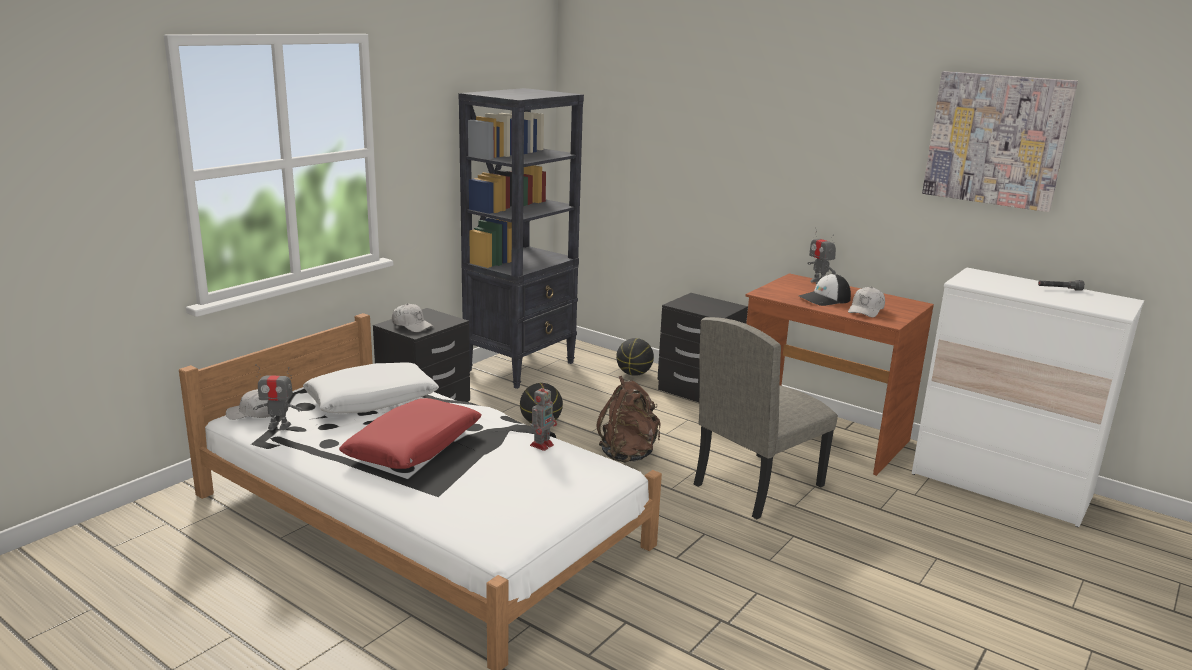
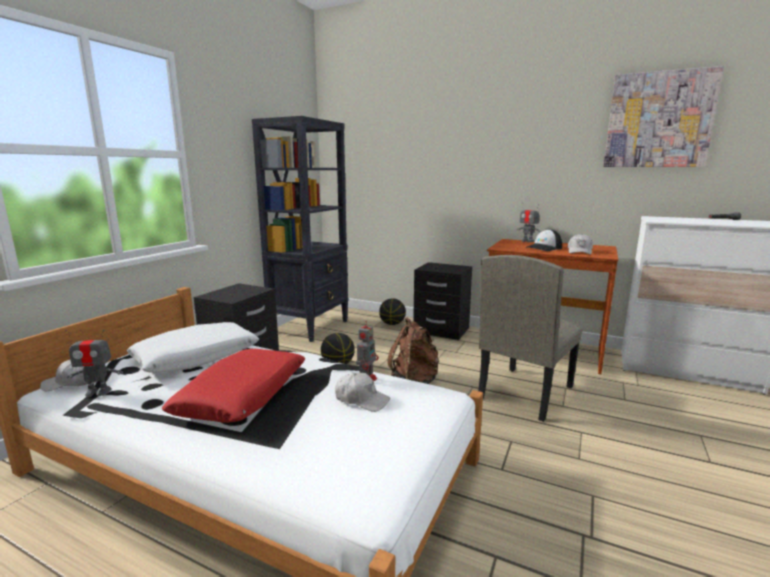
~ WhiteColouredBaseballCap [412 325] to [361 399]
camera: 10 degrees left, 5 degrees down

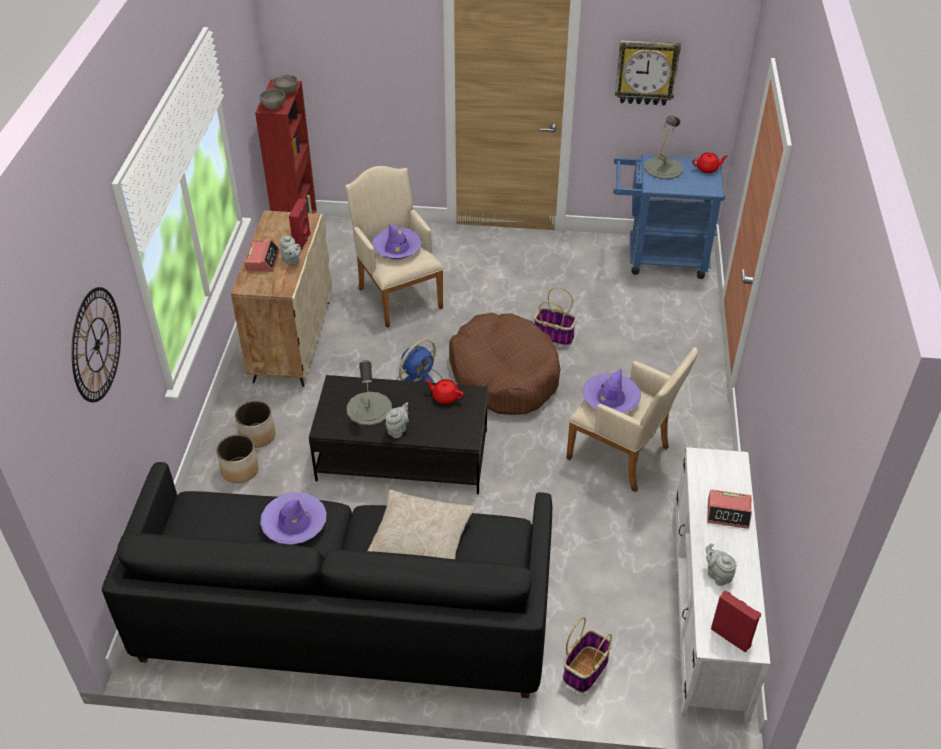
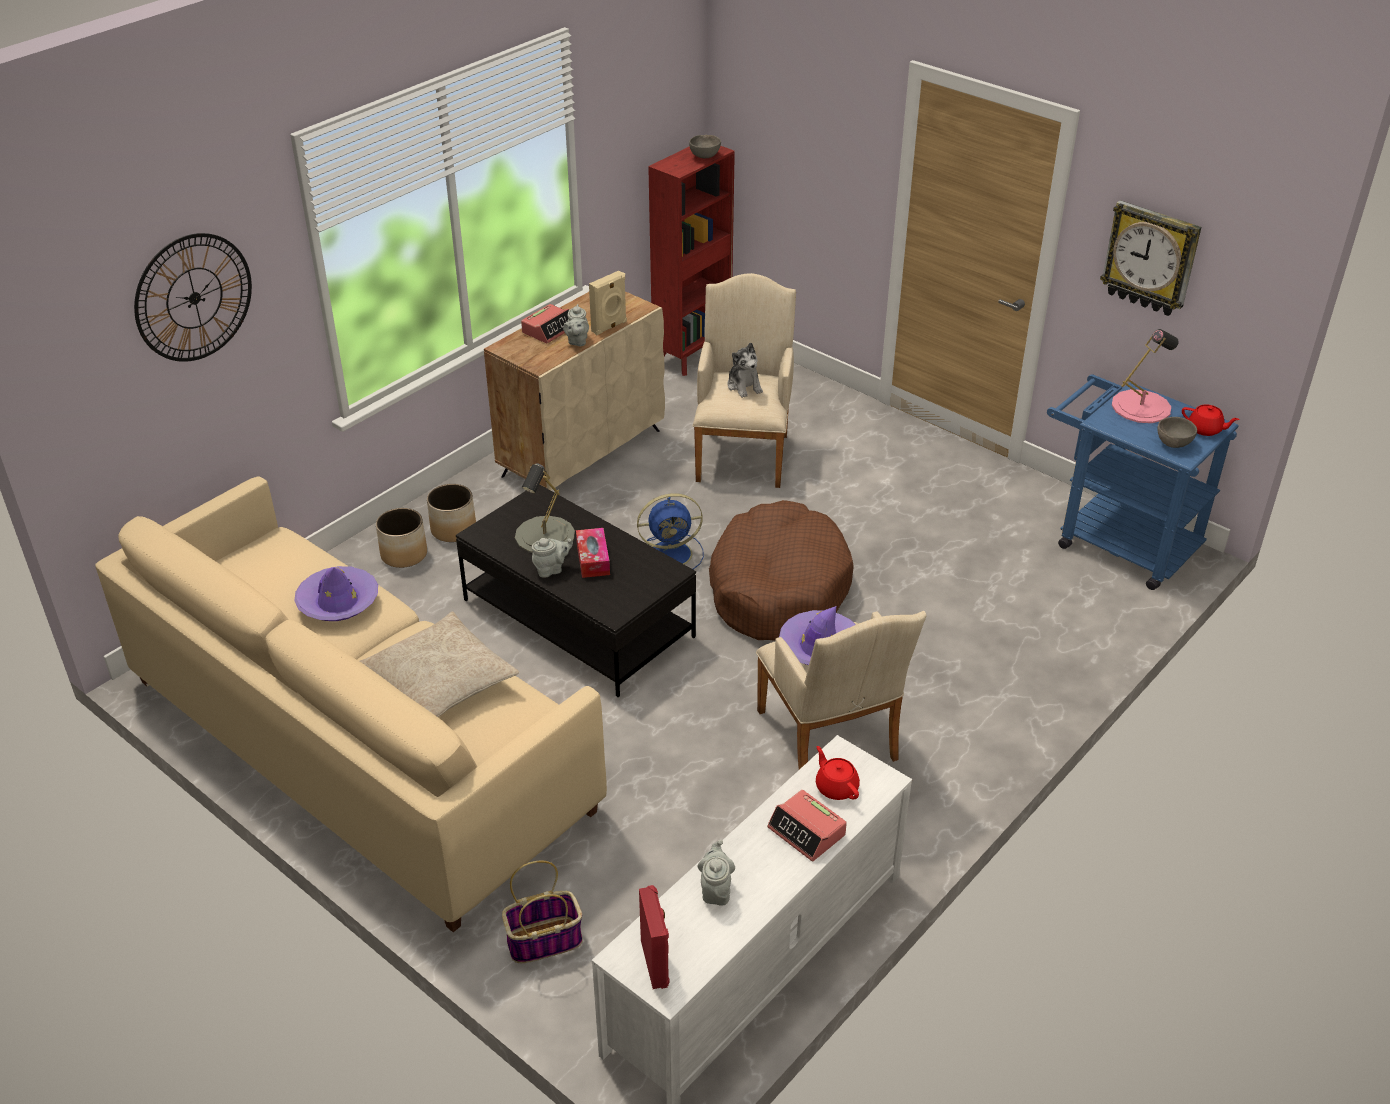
- Basket [555 335]
+ TissueBox [593 559]
~ GreyServingBowl [273 106] to [1173 443]
~ RedColouredTeaPot [445 397] to [836 787]
~ PurpleColouredClothingHat [397 248] to CuddlyToy [744 386]
~ BlackColouredSofa [344 616] to BeigeColouredSofa [358 744]
~ RedColouredAudioSpeaker [303 242] to BeigeColouredAudioSpeaker [610 327]
~ GreyTabletopLamp [663 168] to PinkTabletopLamp [1141 406]
camera: 35 degrees right, 5 degrees down

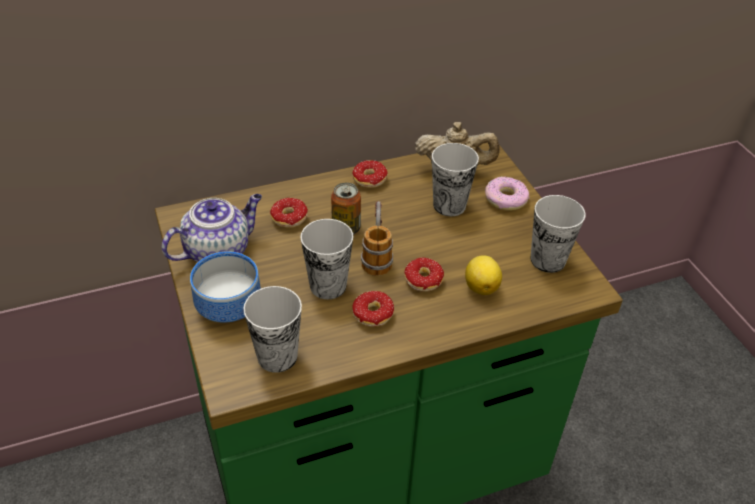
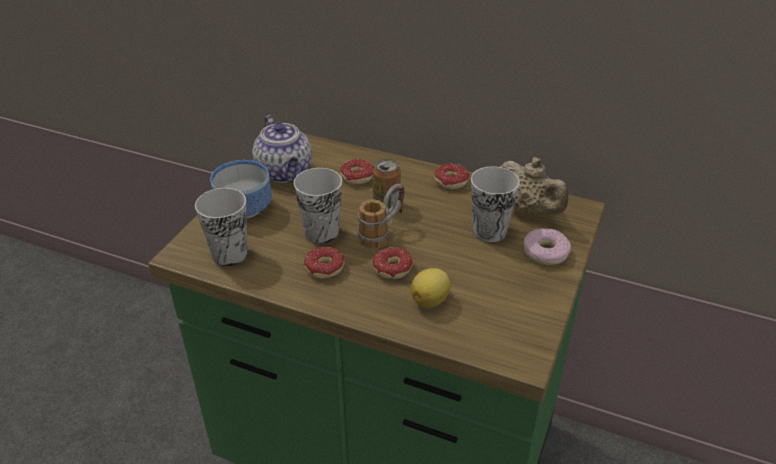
- Cup [547 260]
~ TeaPot [218 251] = [285 173] 60 degrees clockwise
camera: 45 degrees right, 5 degrees down

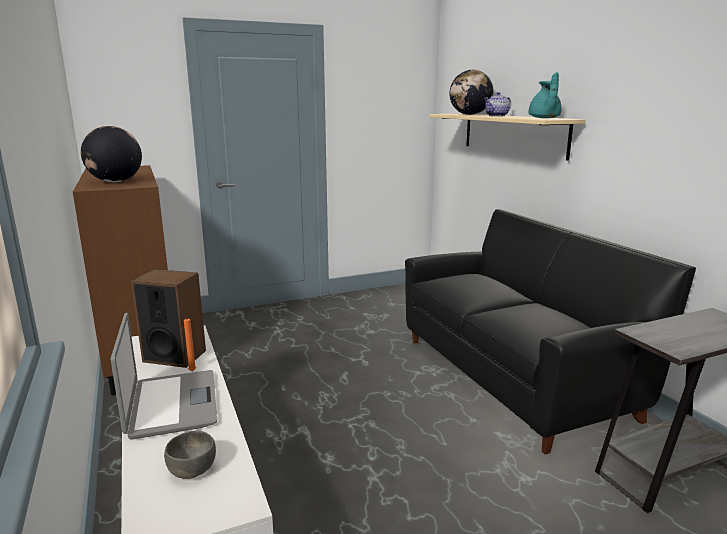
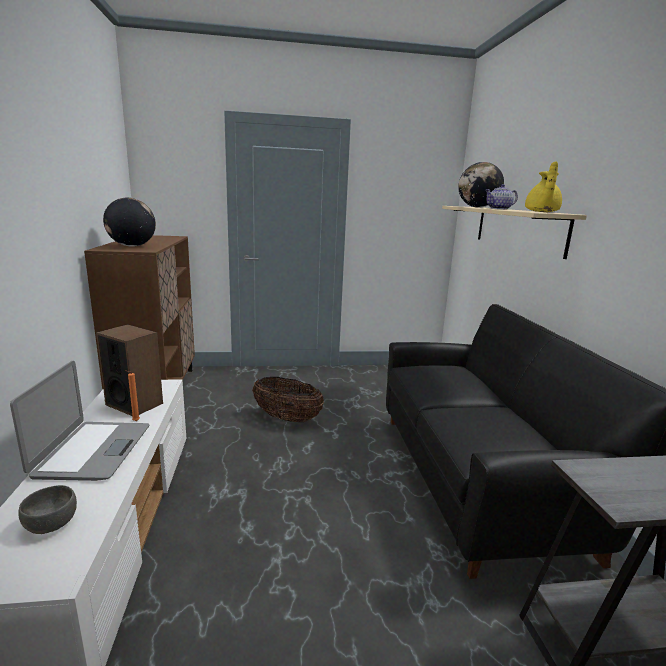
+ Basket [287 418]
~ TurquoiseTeaPot [544 118] to YellowTeaPot [541 212]
camera: 15 degrees right, 0 degrees up

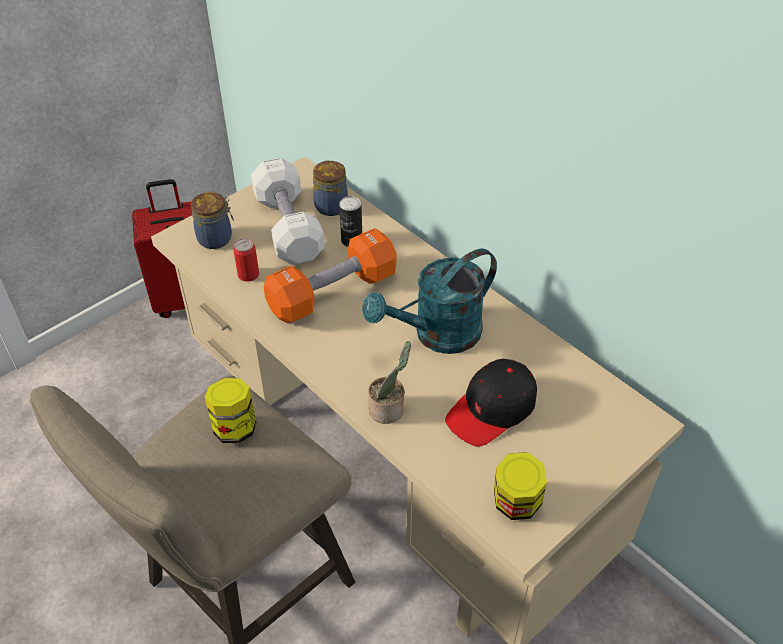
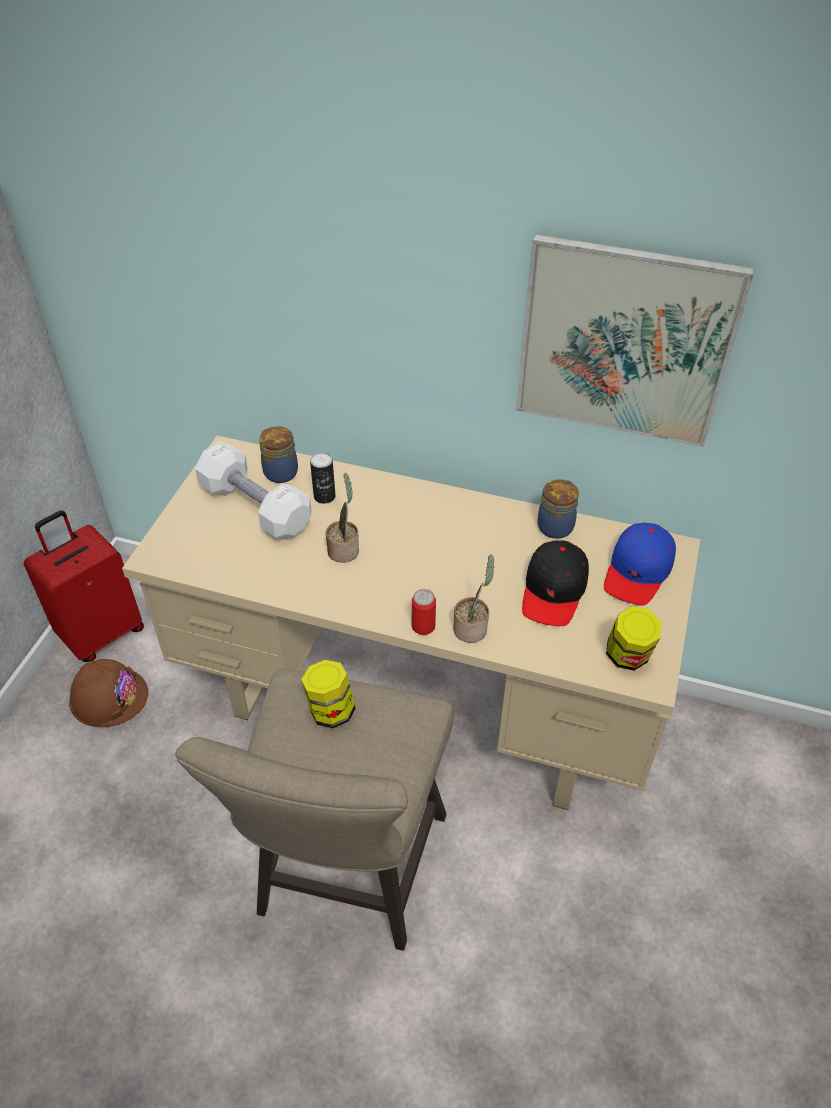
- TurquoiseWateringPot [437 335]
+ BrownColouredWorkHelmet [108 697]
+ Picture [624 342]
+ BlueColouredBaseballCap [638 571]
~ PreserveJar [216 238] to [556 526]
~ SealedCan [248 275] to [423 626]
~ OrangeDumbbell [332 292] to PottedPlant [344 549]
camera: 30 degrees left, 0 degrees up

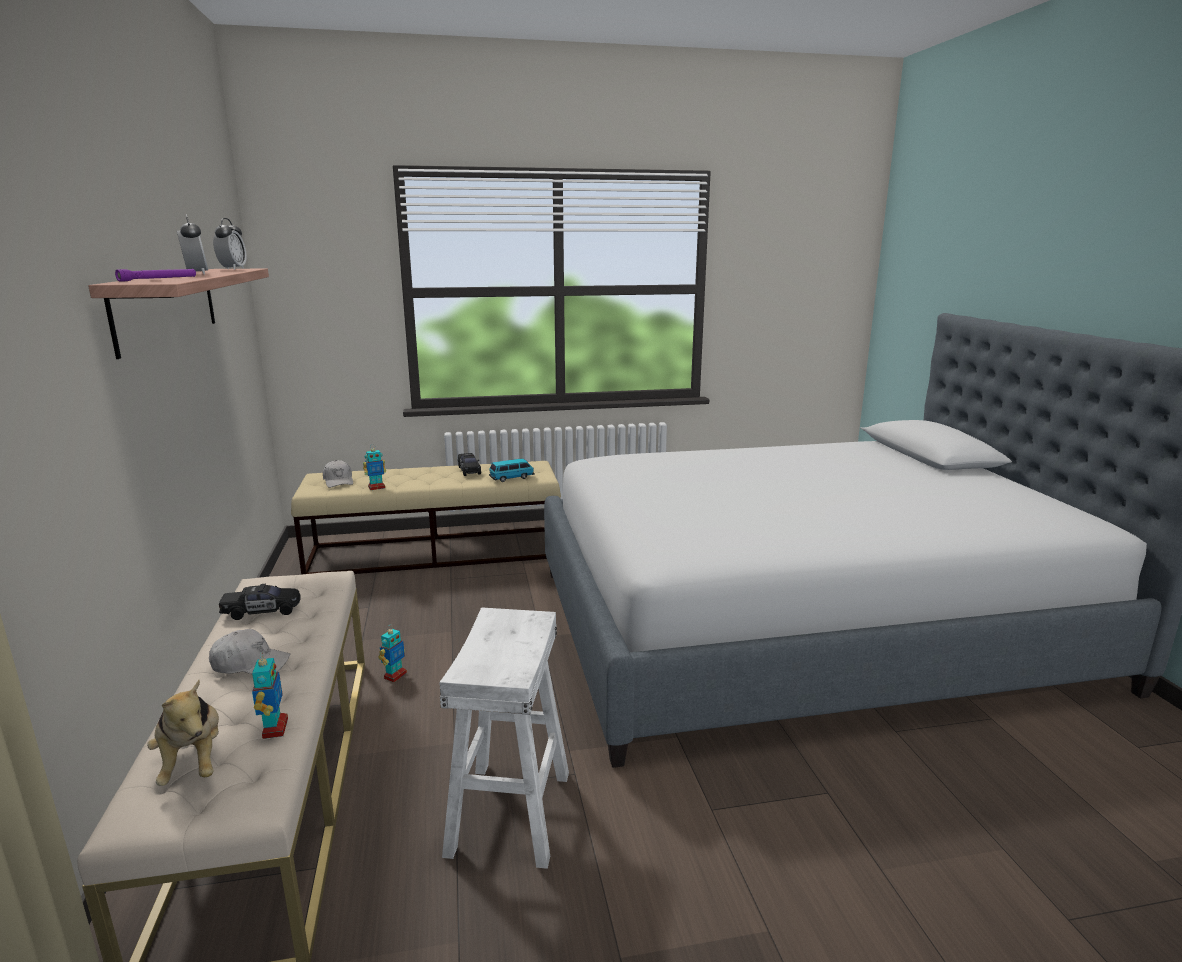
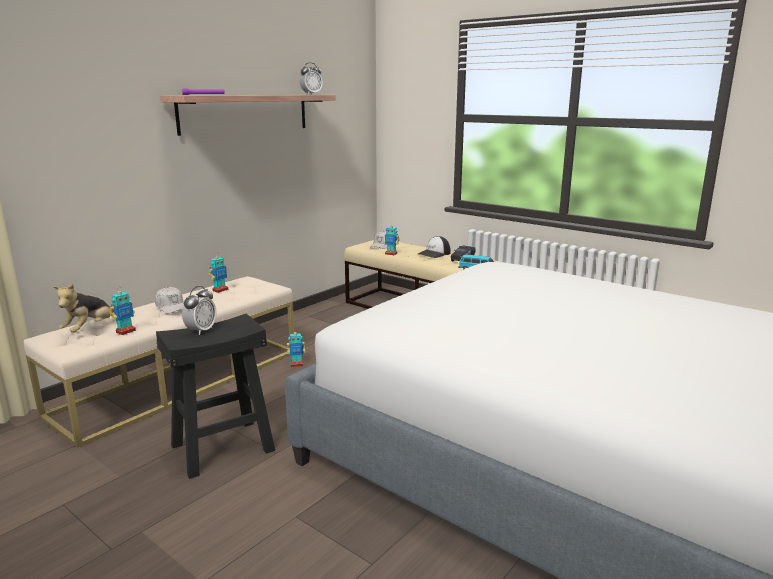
+ BaseballCap [434 253]
~ AlarmClock [196 274] to [201 330]
~ BlackColouredMiniatureCar [262 611] to ToyRobot [220 290]
~ WhiteColouredStool [509 811] to BlackColouredStool [223 447]
camera: 50 degrees right, 0 degrees up

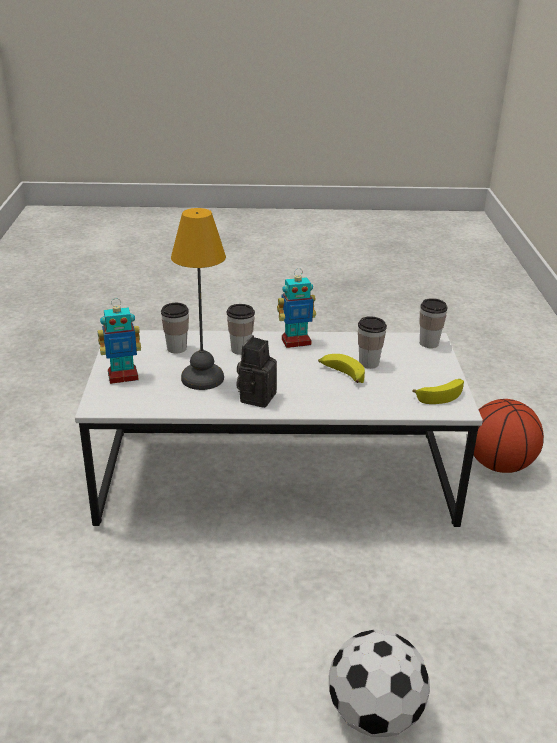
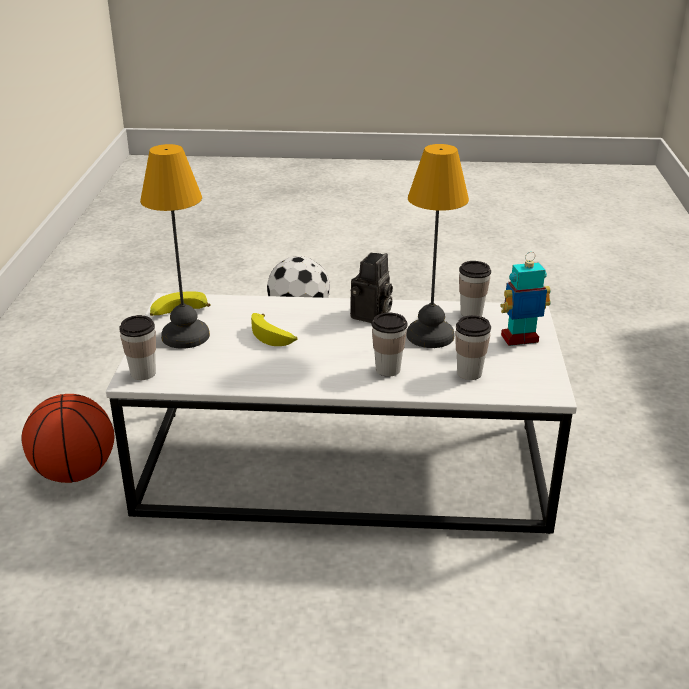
- ToyRobot [296 342]
+ TabletopLamp [186 335]
~ Cup [368 363] to [471 313]
camera: 175 degrees left, 0 degrees up

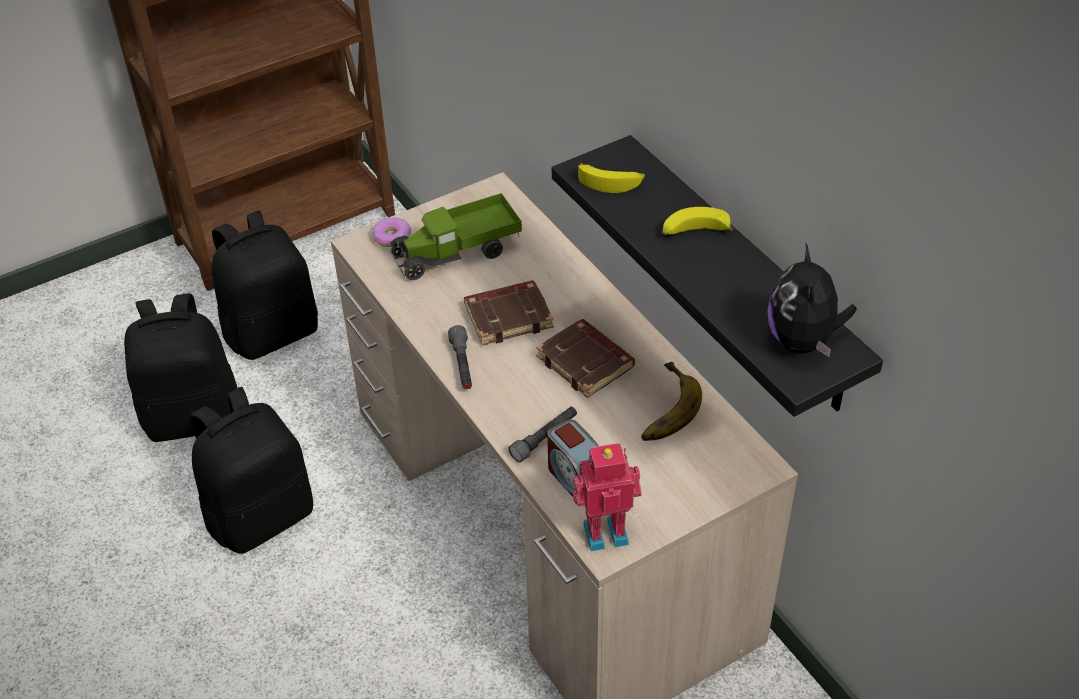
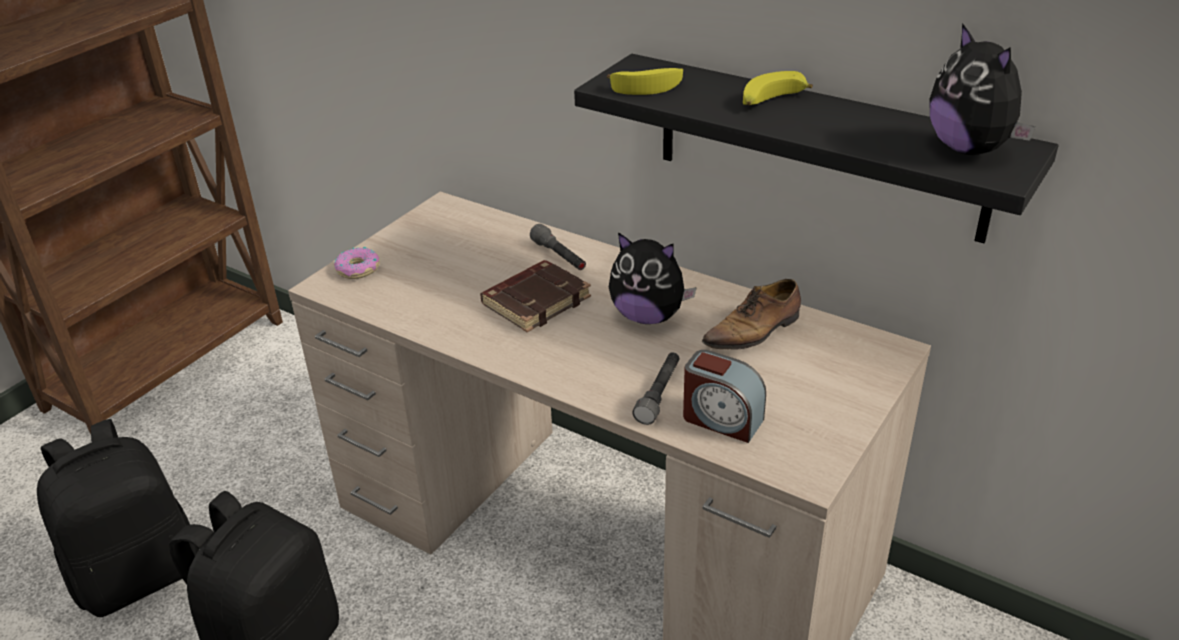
- BlackColouredRucksack [272 332]
- ModelTruck [457 252]
- ToyRobot [605 531]
~ GreyFlashlight [462 365] to [559 257]
~ BrownColouredVolume [587 362] to CuddlyToy [648 316]
~ BananaFruit [661 407] to LowShoe [754 331]
camera: 25 degrees left, 10 degrees down

